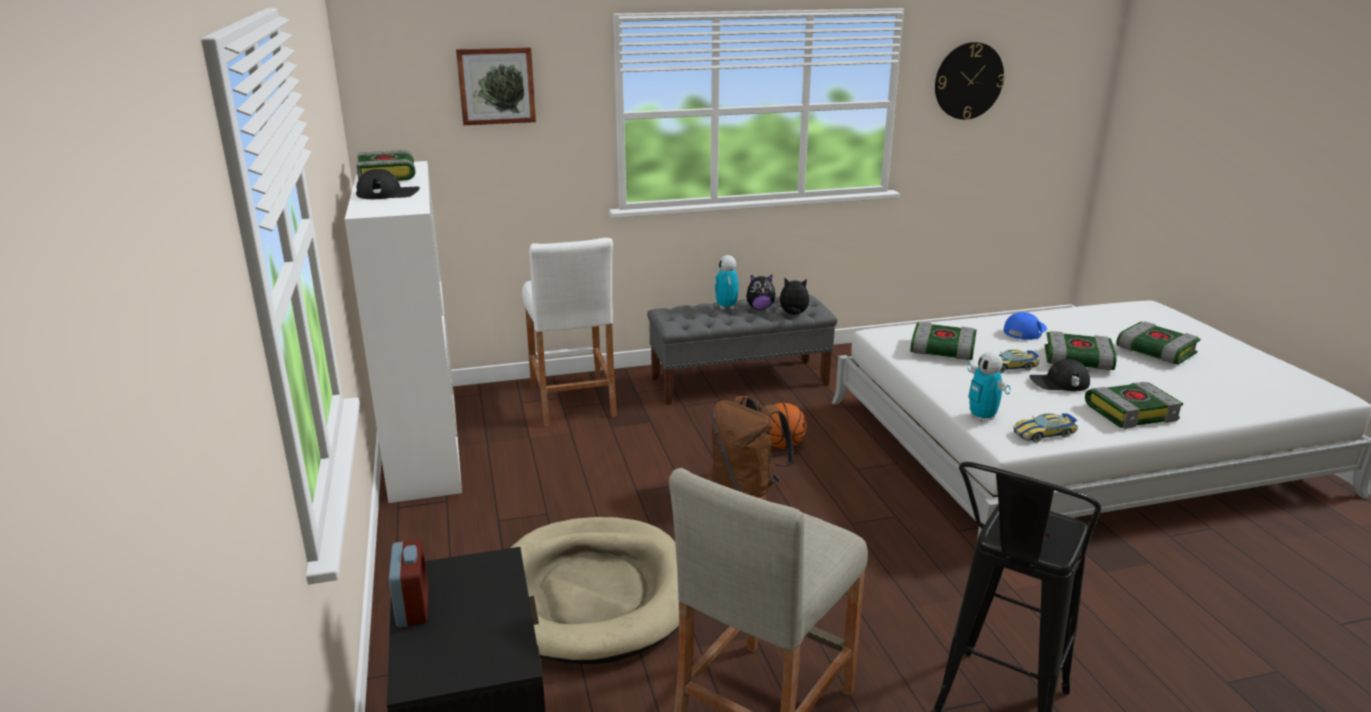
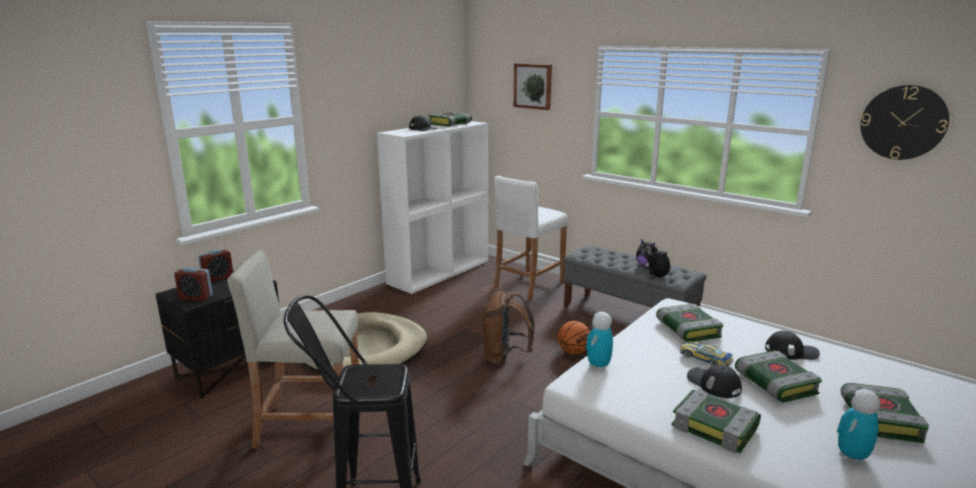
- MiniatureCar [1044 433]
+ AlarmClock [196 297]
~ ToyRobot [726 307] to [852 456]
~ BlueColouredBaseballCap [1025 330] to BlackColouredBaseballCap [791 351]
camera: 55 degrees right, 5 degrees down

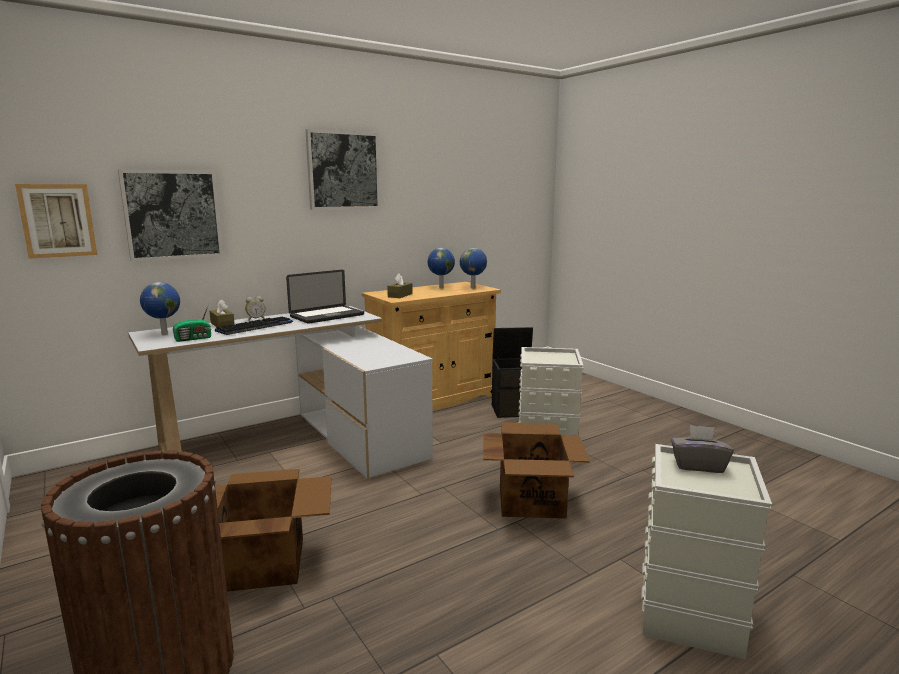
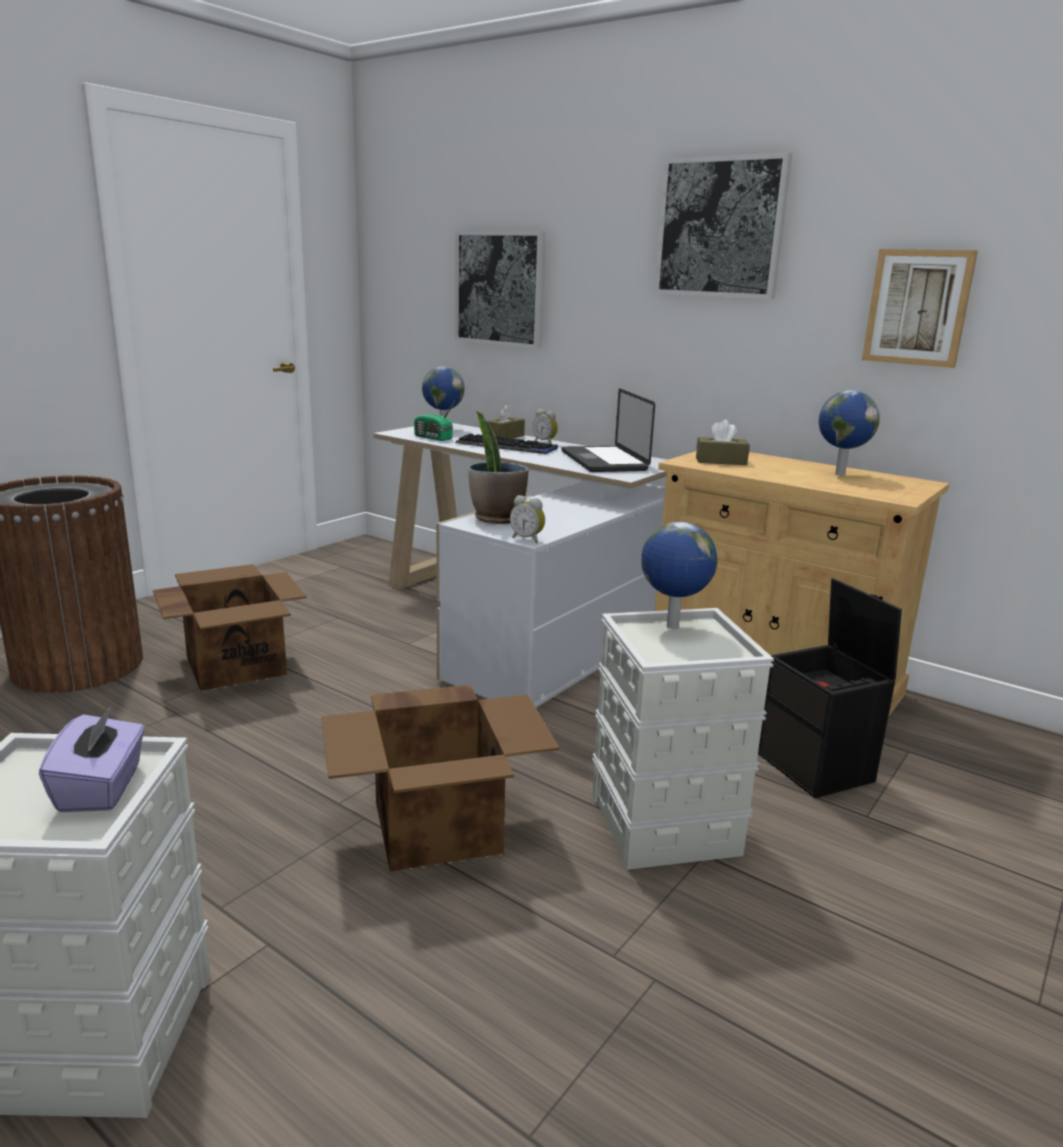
+ PottedPlant [497 518]
+ AlarmClock [528 539]
~ Picture [57 220] to [918 307]
~ WorldGlobe [473 288] to [672 627]
~ GreyTissueBox [698 465] to PurpleColouredTissueBox [102 788]
~ NotebookComputer [327 316] = [603 461] 45 degrees clockwise
camera: 70 degrees right, 5 degrees up

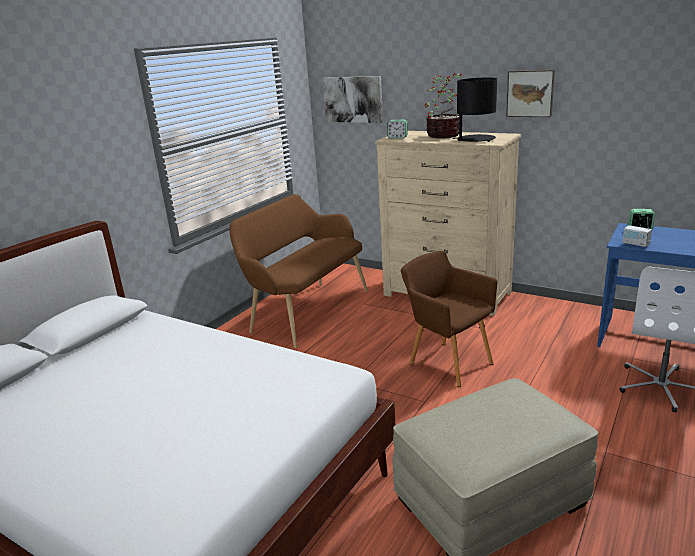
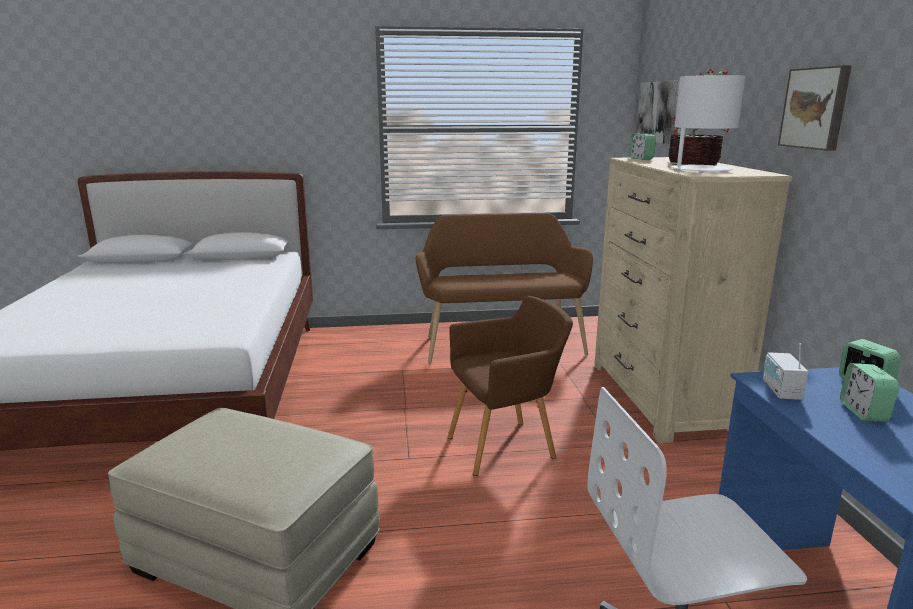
+ AlarmClock [863 412]
~ BlackColouredTabletopLamp [475 139] to WhiteColouredTabletopLamp [700 170]
~ BrownColouredEasyChair [447 361] = [506 446] 60 degrees clockwise
camera: 50 degrees right, 5 degrees down

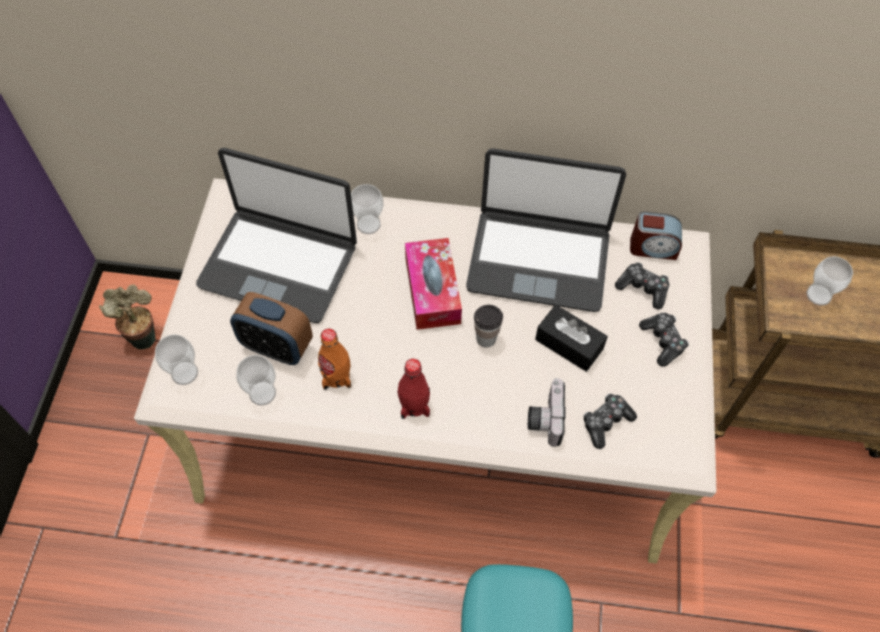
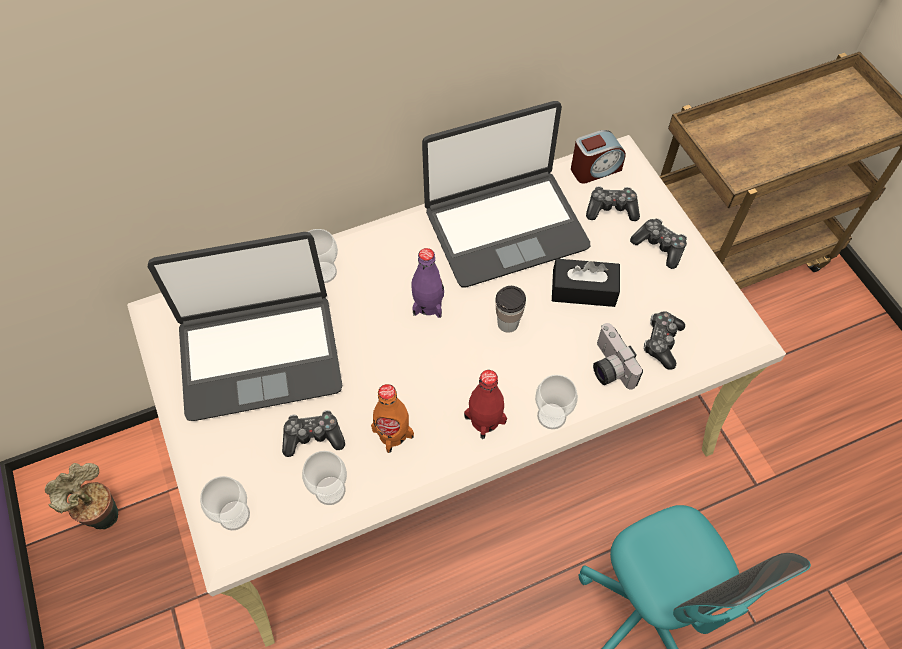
~ Cup [818 295] to [551 416]
~ AlarmClock [277 347] to Gamepad [313 437]
~ TissueBox [432 291] to PurpleColouredDrinkBottle [428 304]
camera: 30 degrees left, 0 degrees up

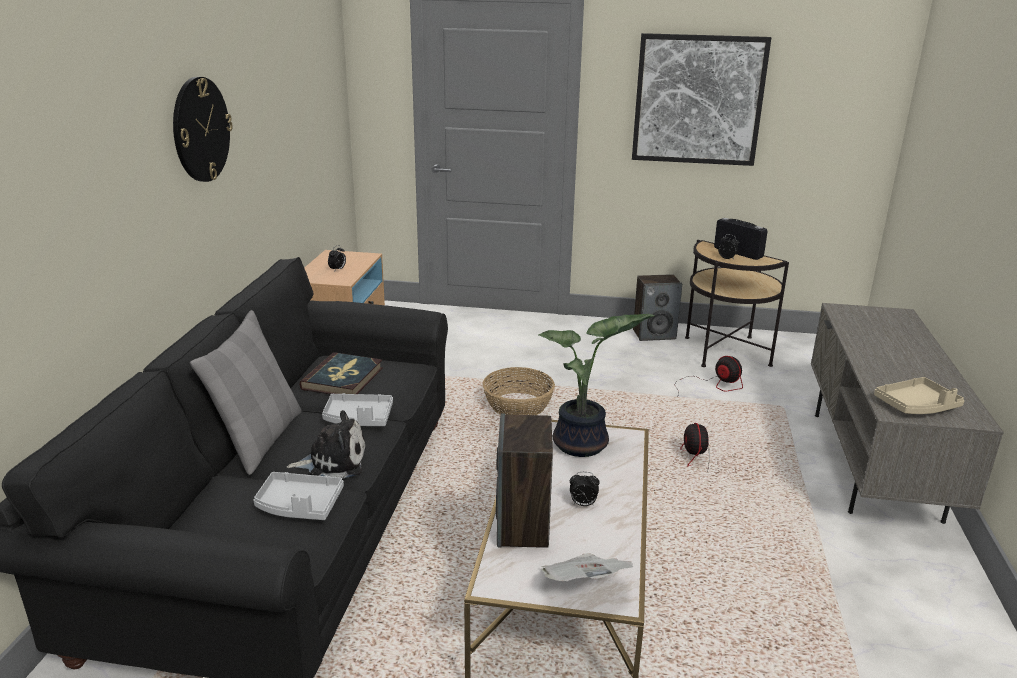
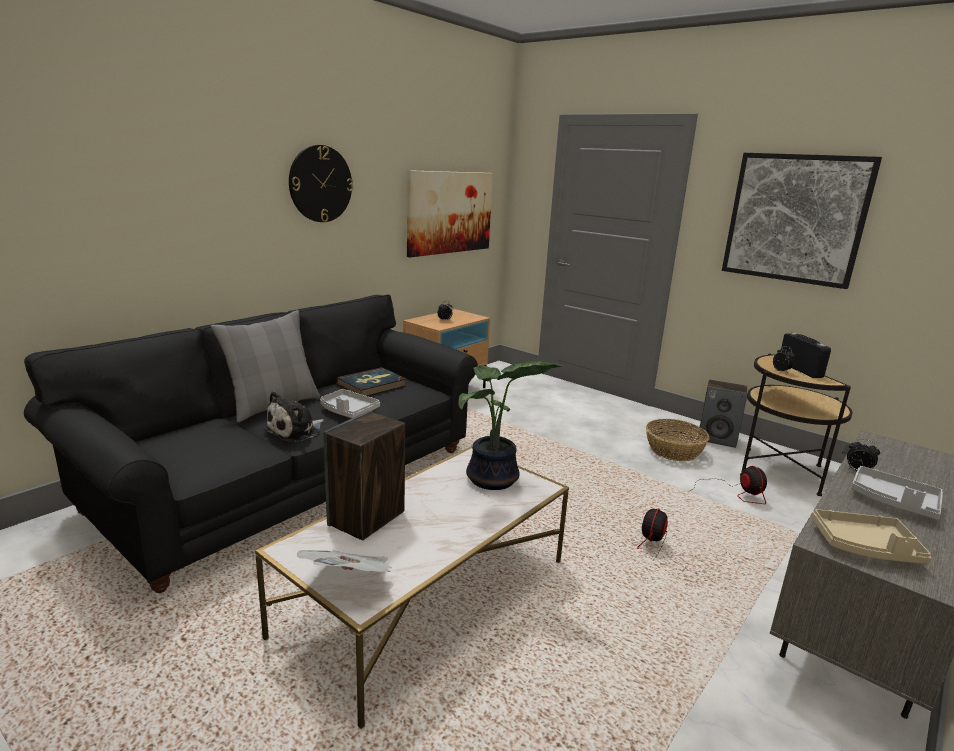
+ Picture [450 212]
~ GreyServingTray [299 506] to [893 502]
~ Basket [518 406] to [674 451]
~ AlarmClock [583 504] to [857 471]
~ CuddlyToy [333 462] = [296 431] 105 degrees clockwise
camera: 30 degrees right, 5 degrees down

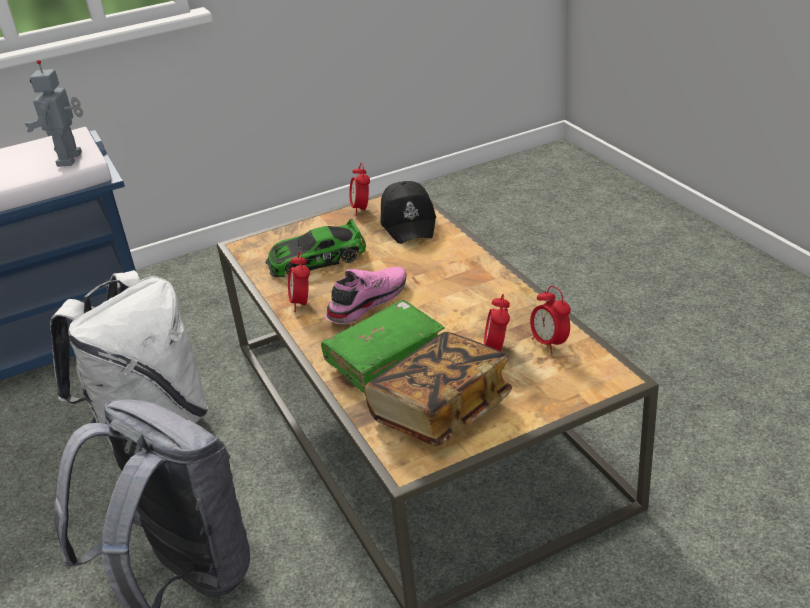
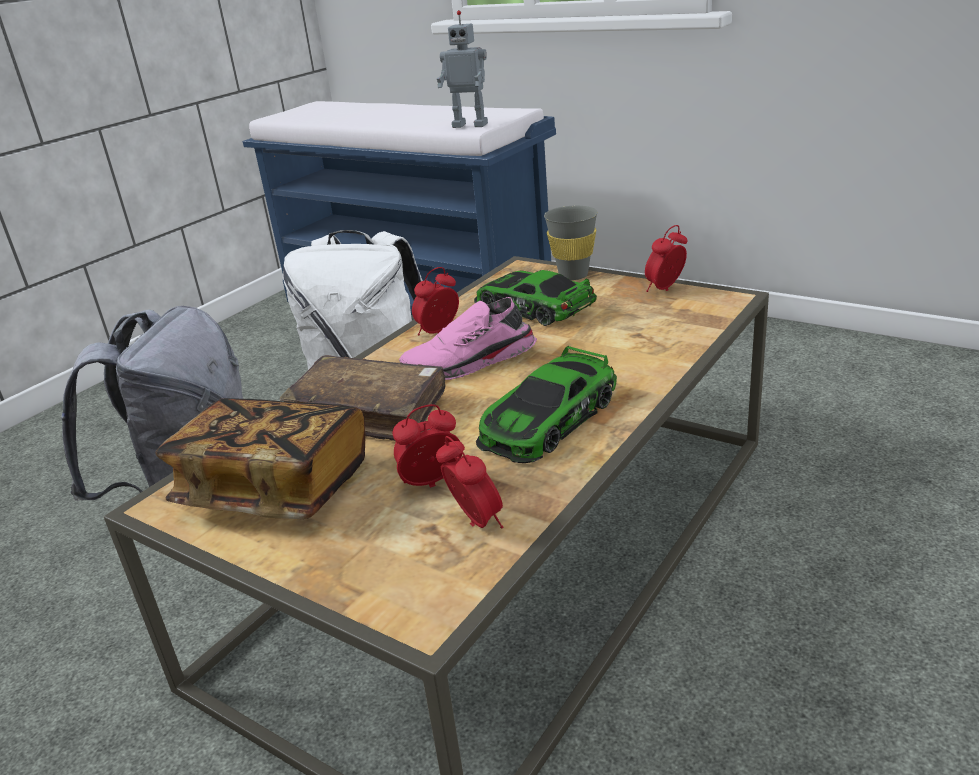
- BlackColouredBaseballCap [409 222]
+ MiniatureCar [548 420]
+ GreyCup [573 275]
~ GreenishVolume [384 355] to BrownColouredVolume [369 413]
~ ToyRobot [71 159] = [471 125] 135 degrees counterclockwise
~ PinkLowShoe [366 302] = [471 363] 150 degrees clockwise
~ AlarmClock [549 343] = [475 523] 120 degrees clockwise
camera: 60 degrees right, 5 degrees down

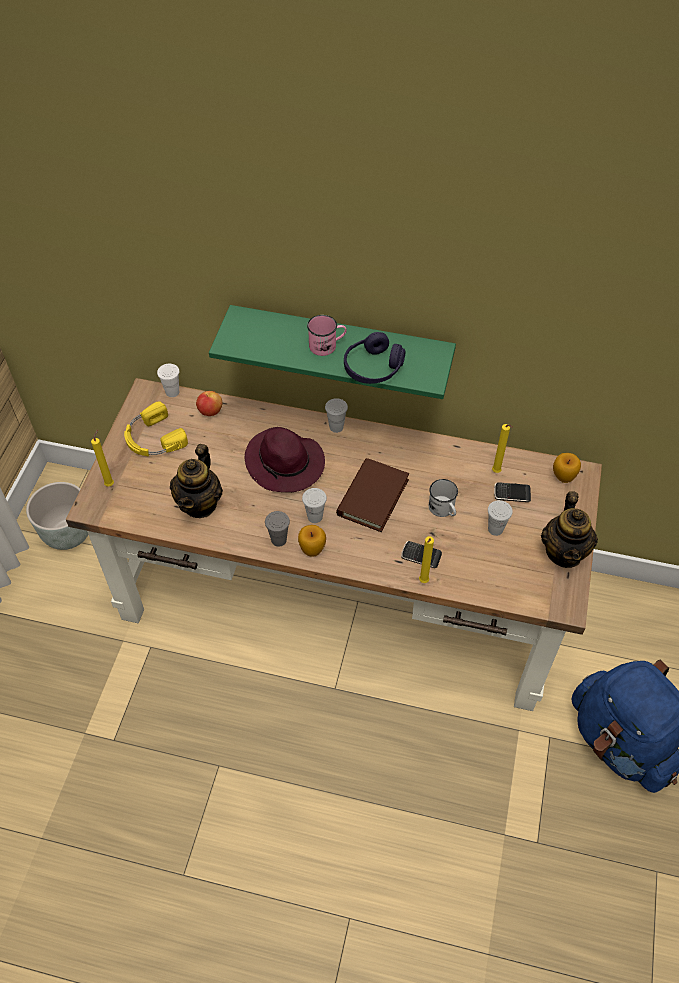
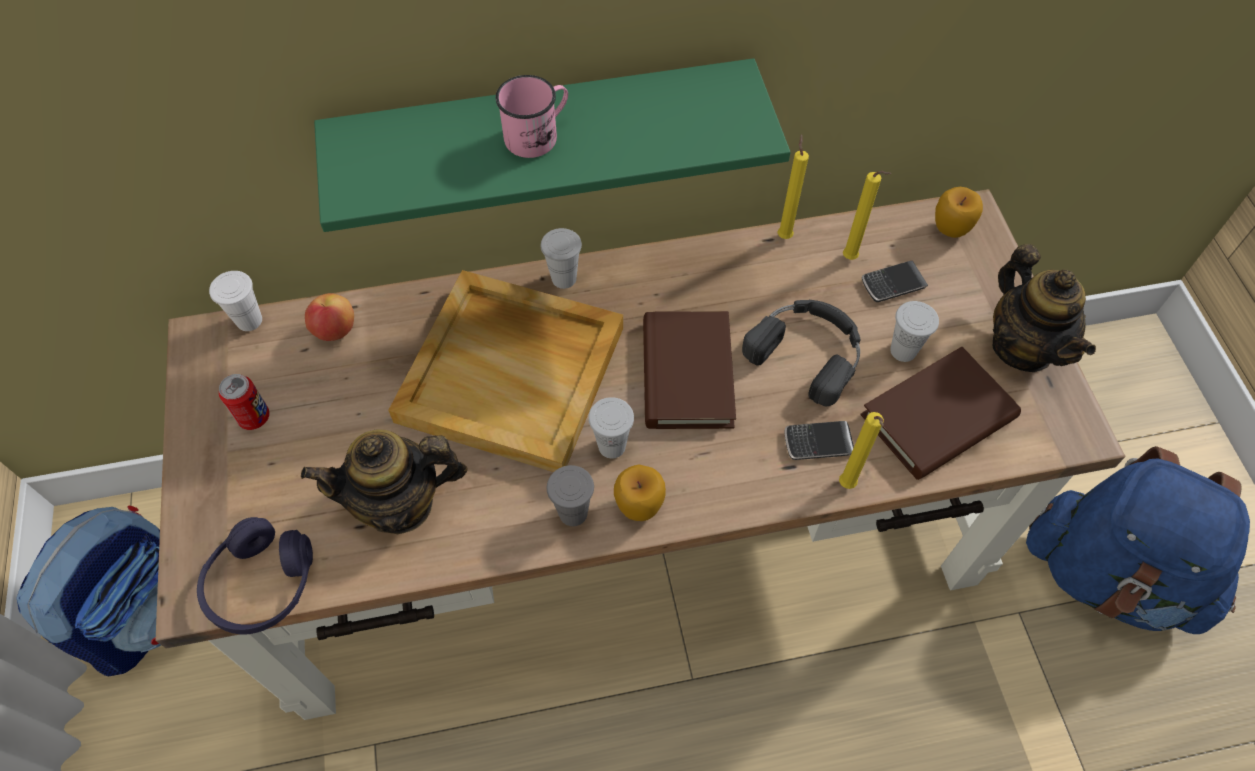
+ BrownColouredVolume [938 417]
~ YellowCandle [110 483] to [784 235]
~ PurpleColouredHeadphones [373 368] to [262 584]
~ GreyPlanter [68 533] to Rucksack [146 612]
~ YellowHeadphones [153 438] to SealedCan [254 417]
~ PurpleColouredClothingHat [285 464] to BeigeColouredServingTray [514 373]
~ WhiteColouredMug [443 510] to BlackColouredHeadphones [808 351]
~ TeaPot [200 503] = [400 504] 90 degrees clockwise
camera: 25 degrees left, 5 degrees up

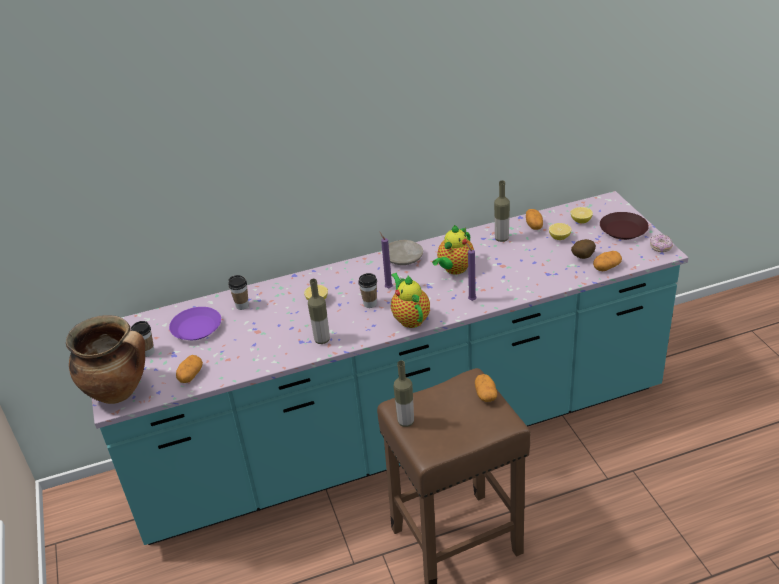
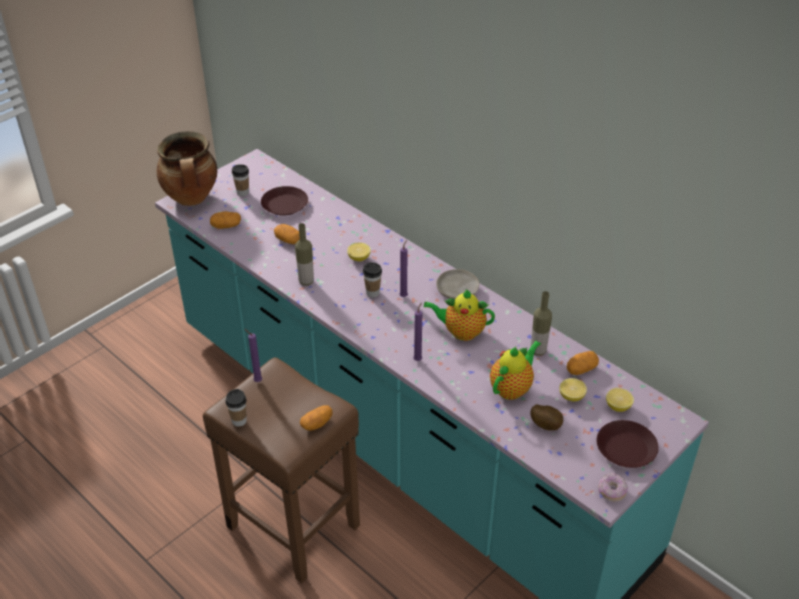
~ Cup [242 305] to [239 421]
~ TeaPot [410 318] to [512 388]
~ Spud [606 267] to [288 240]
~ DrinkBottle [406 422] to PurpleColouredCandle [256 381]
~ PurpleColouredPlate [196 327] to BrownColouredPlate [285 205]
camera: 60 degrees right, 5 degrees up

